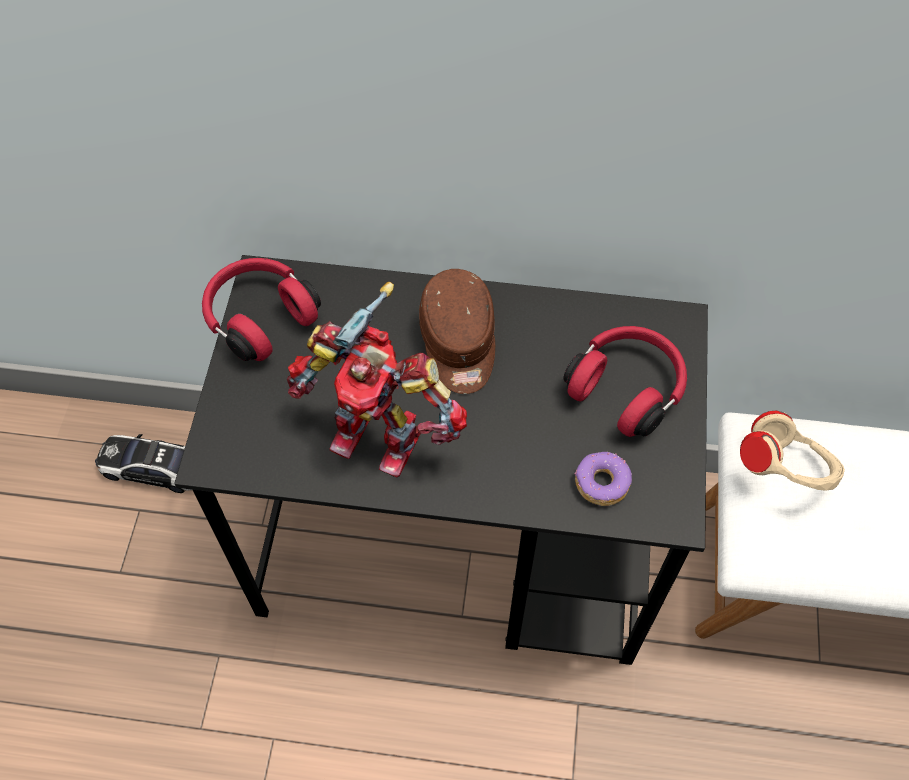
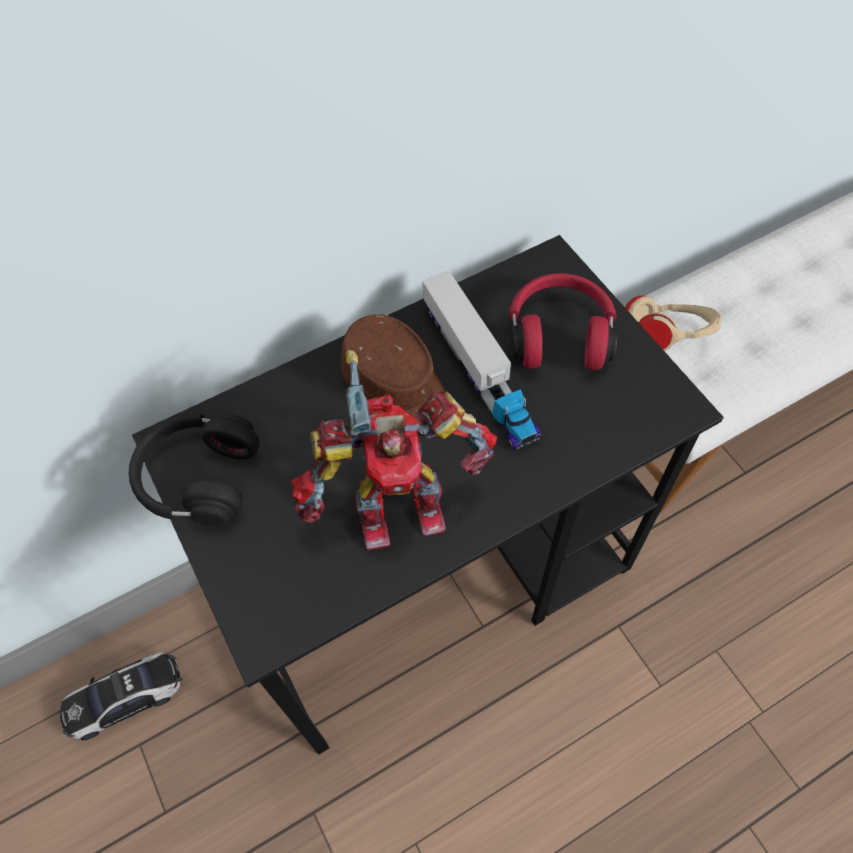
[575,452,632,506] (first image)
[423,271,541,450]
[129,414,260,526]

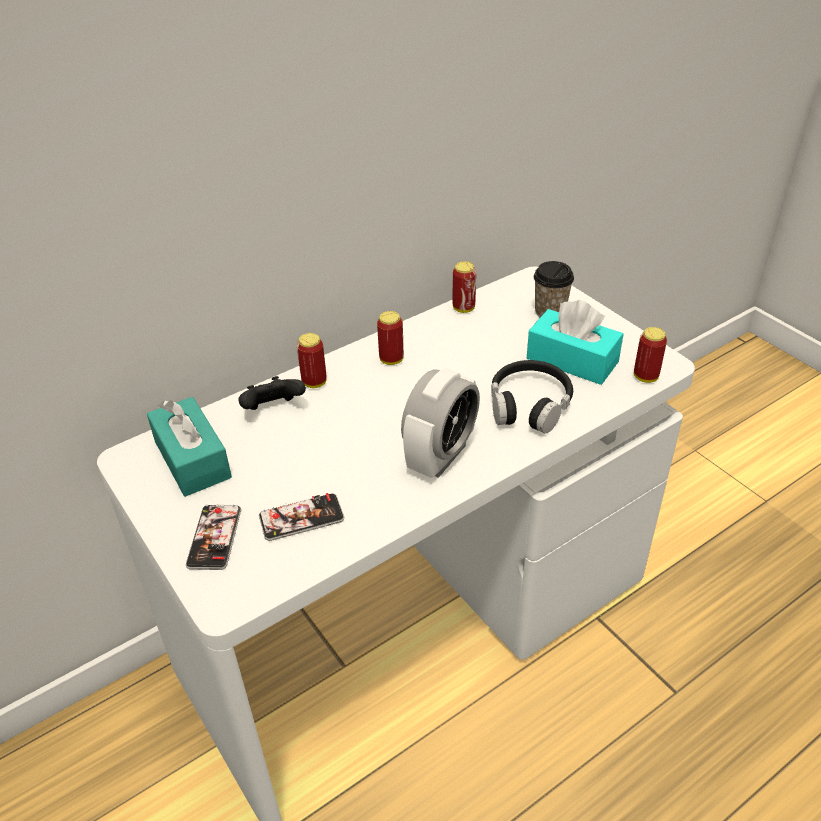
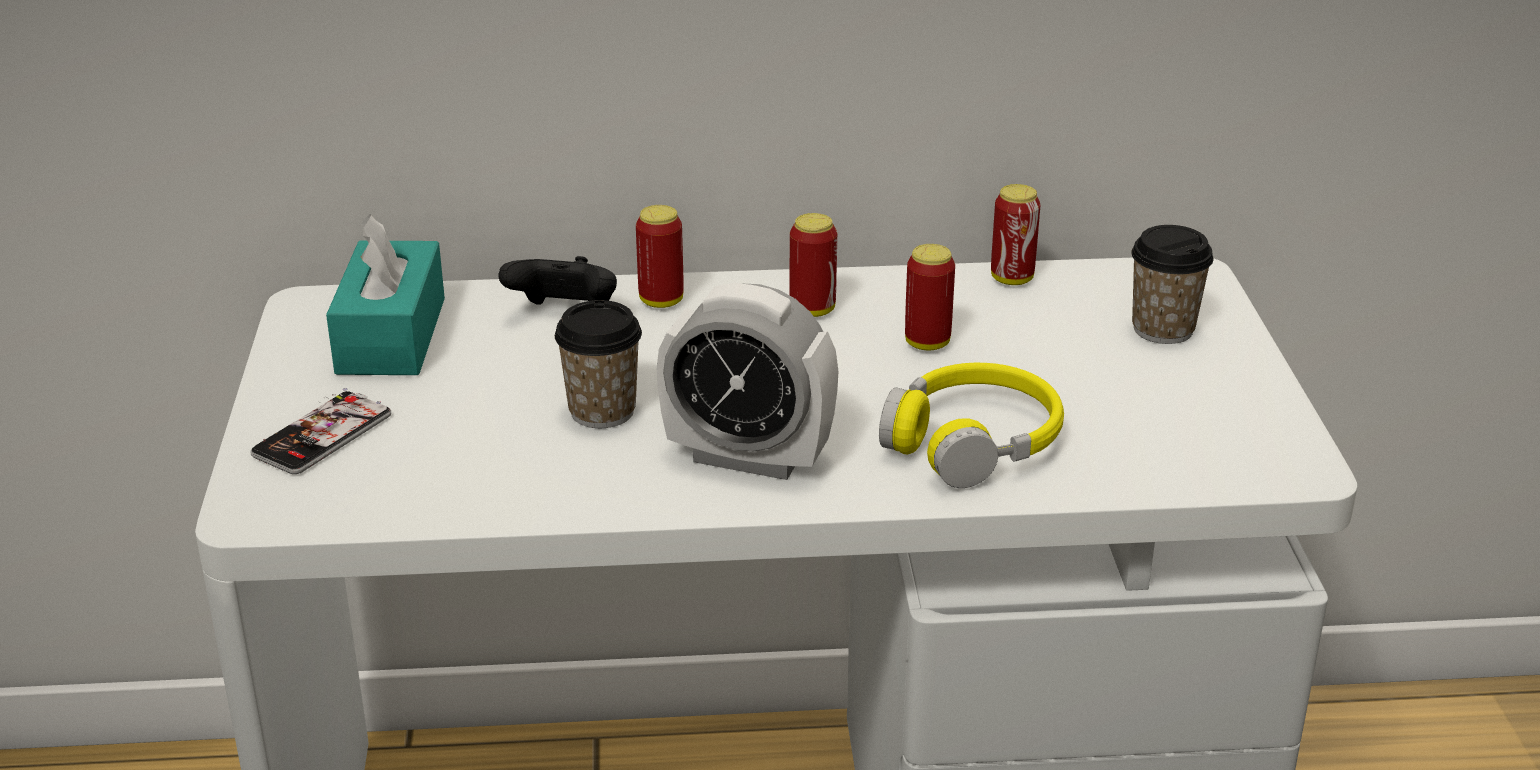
[259,493,344,541] (first image)
[527,300,624,385] (first image)
[555,300,642,428]
[905,244,955,350]
[879,363,1064,488]
[657,283,838,480]

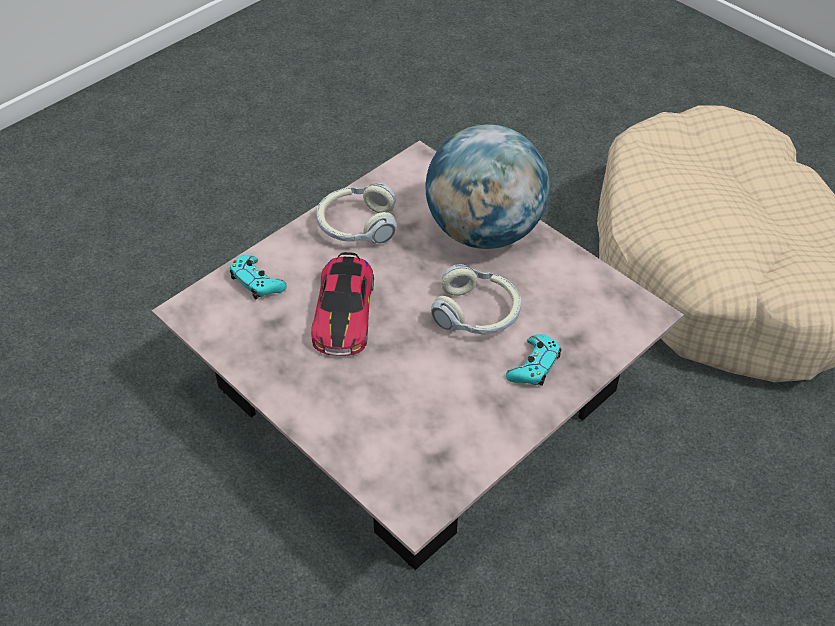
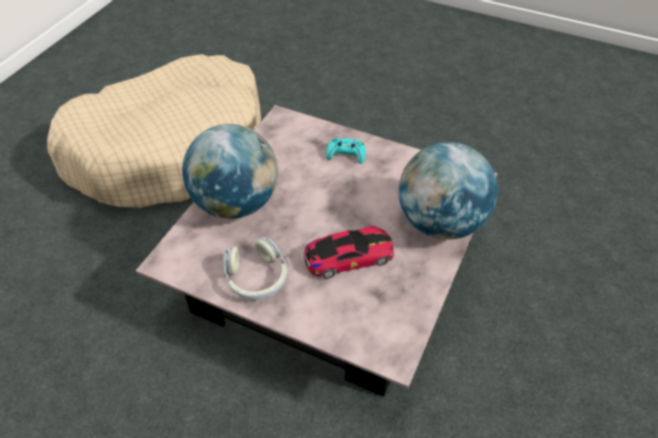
[230,255,287,300] (first image)
[431,264,521,334] (first image)
[398,142,498,240]

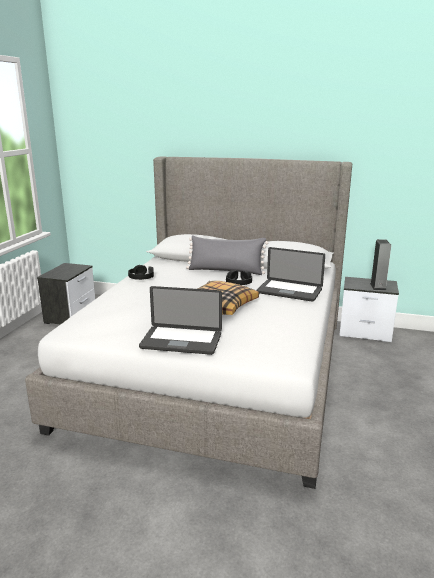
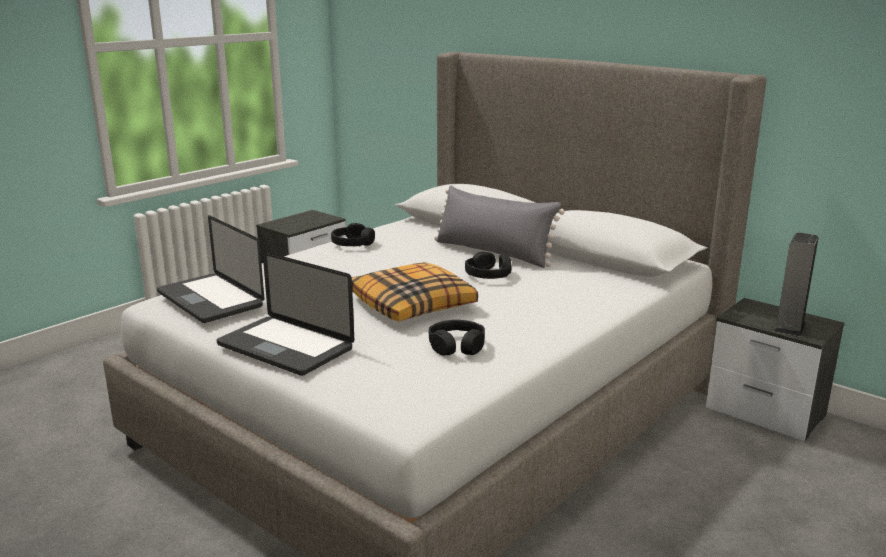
[429,320,485,355]
[157,215,264,323]

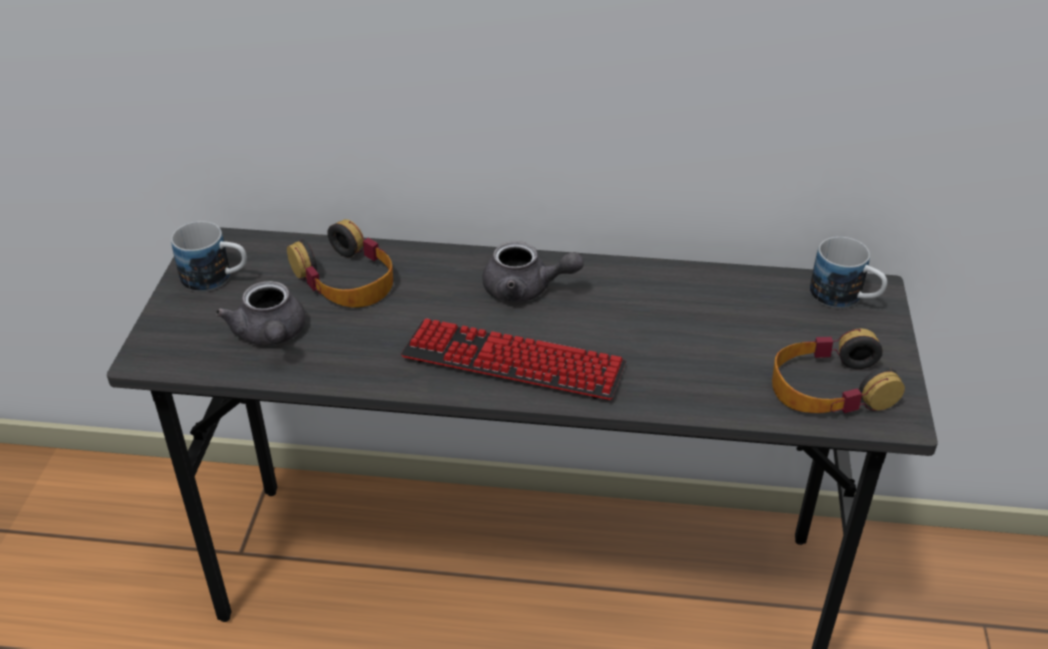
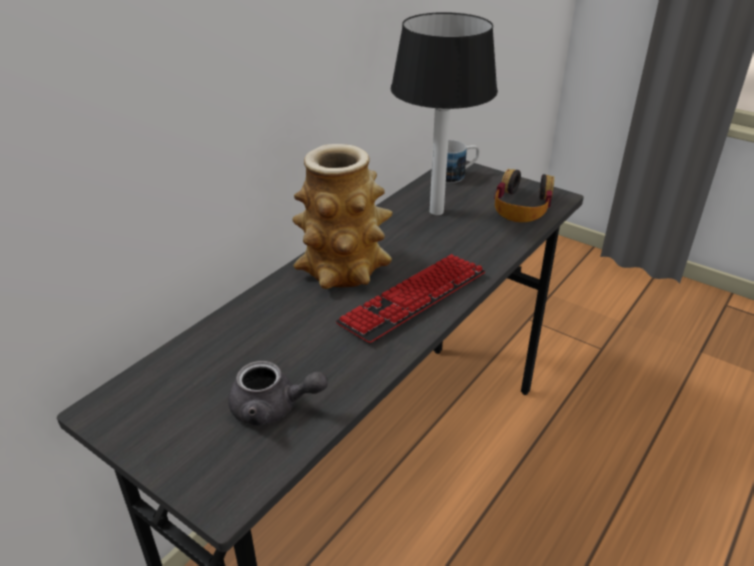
[171,221,247,292] (first image)
[287,219,393,308] (first image)
[391,12,498,215]
[293,144,393,289]

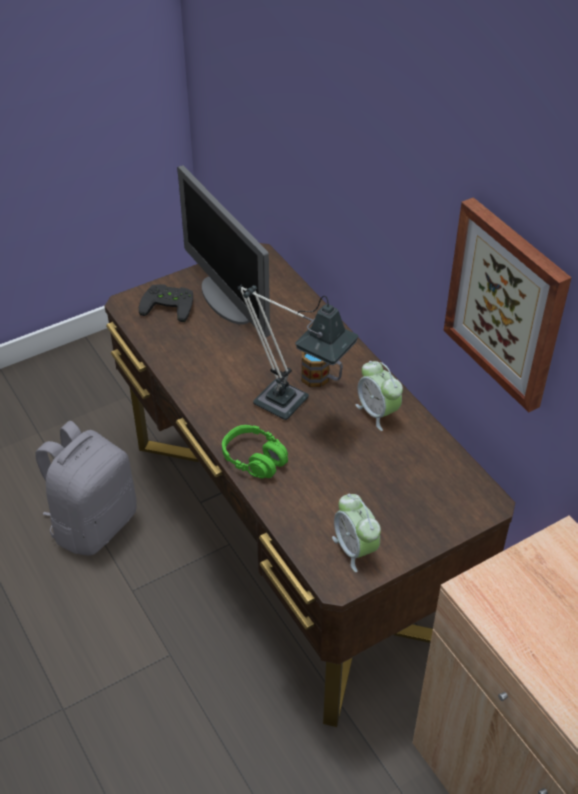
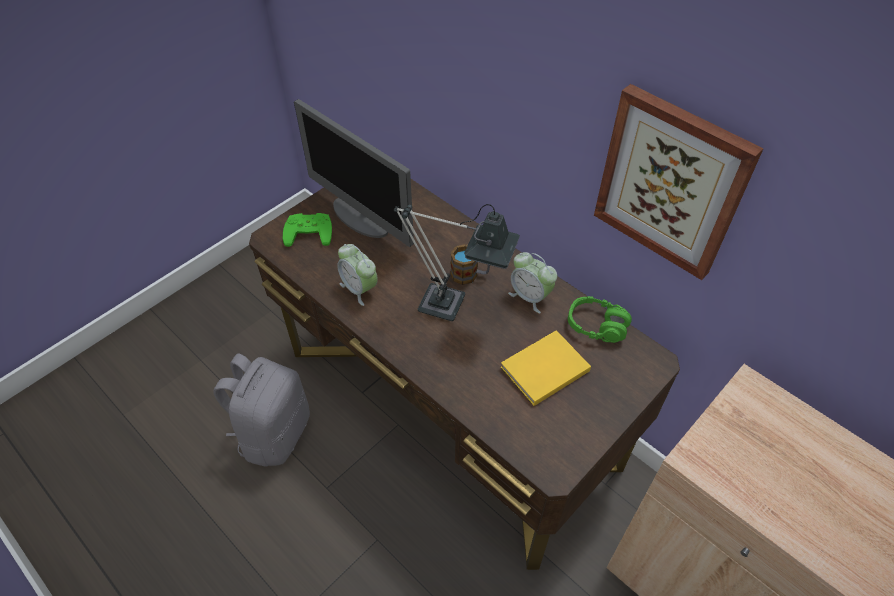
[500,330,591,406]
[568,296,632,343]
[337,244,378,306]
[283,213,332,247]

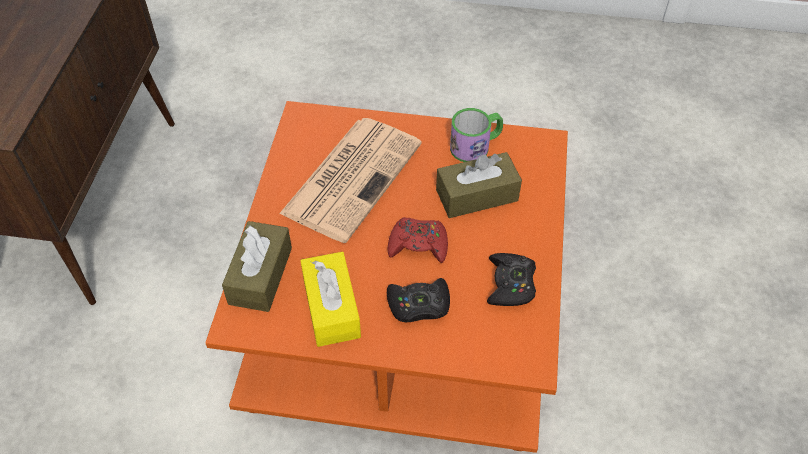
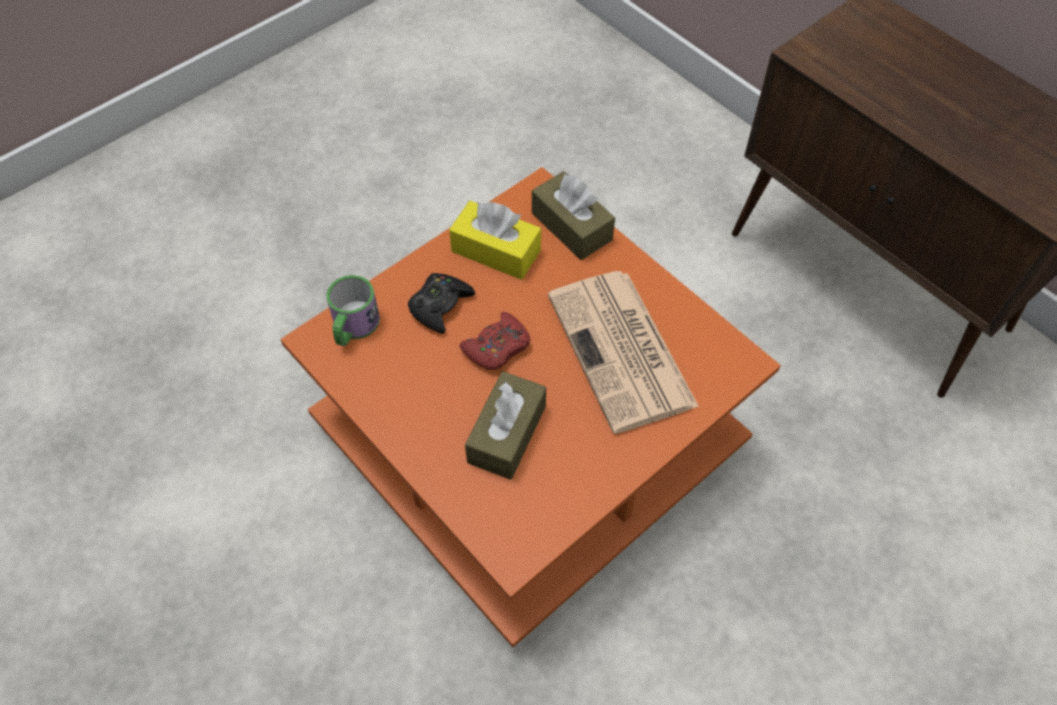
[487,253,536,306] (first image)
[326,275,380,346]

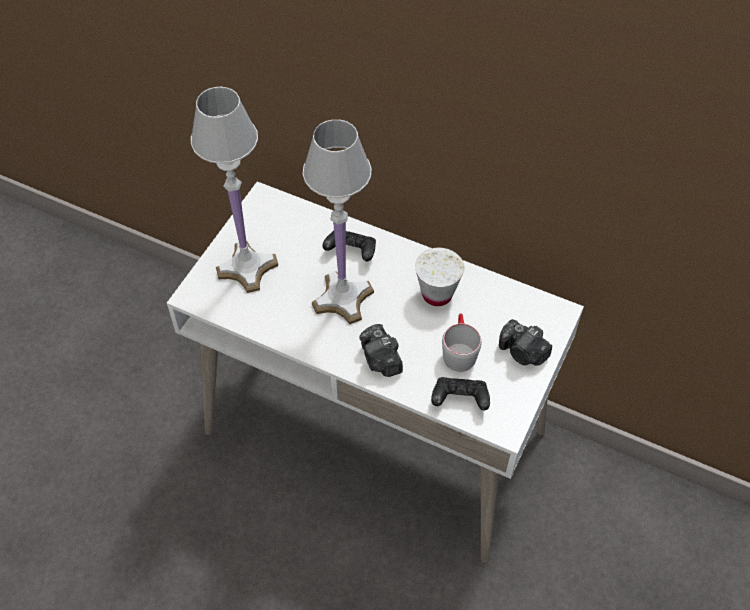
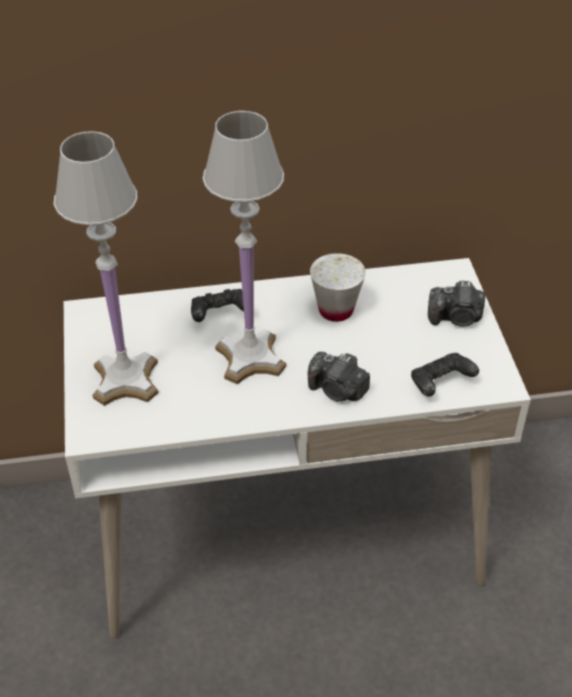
[442,313,482,372] (first image)

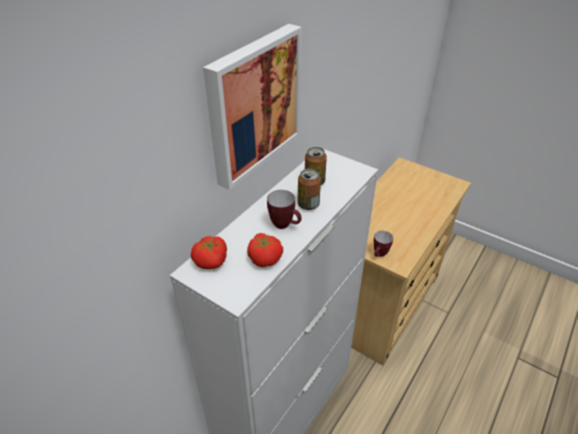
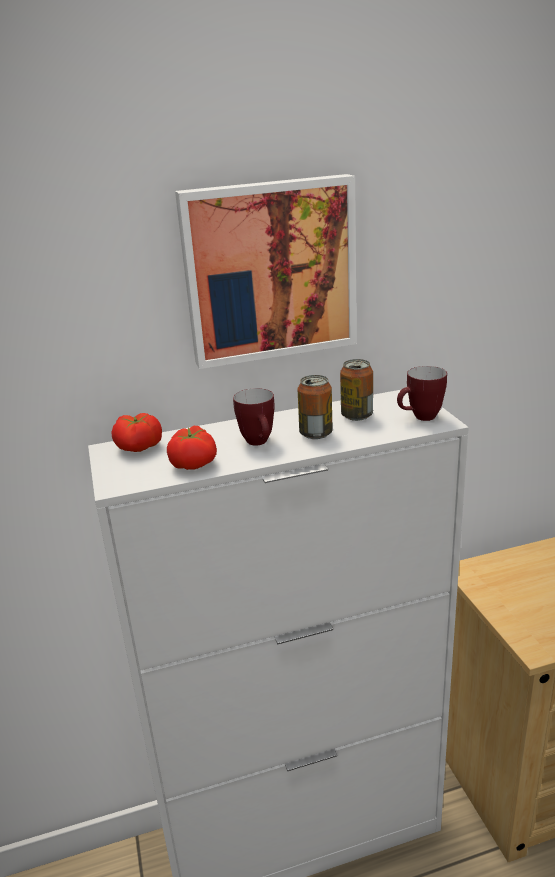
[397,366,447,421]

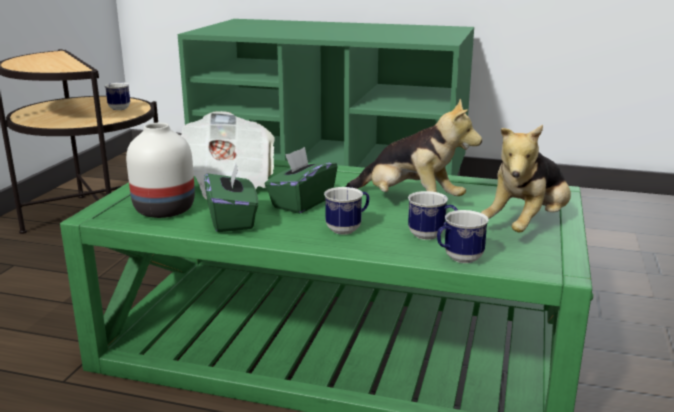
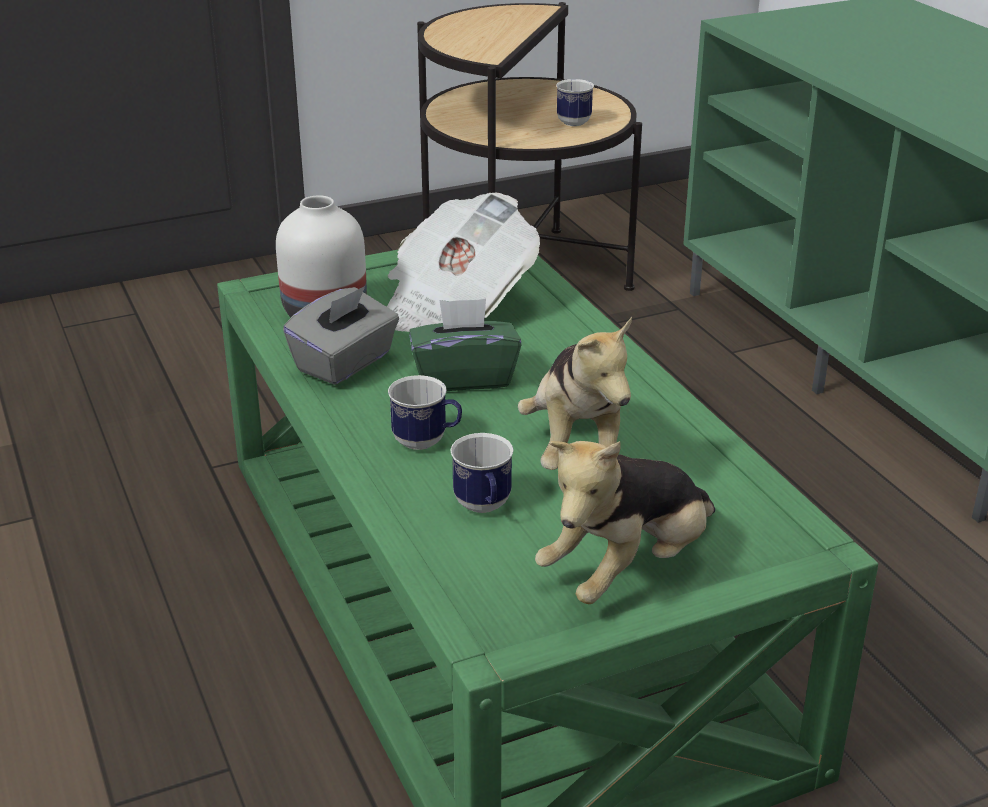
[437,210,489,263] (first image)
[283,286,399,385]
[535,441,715,604]

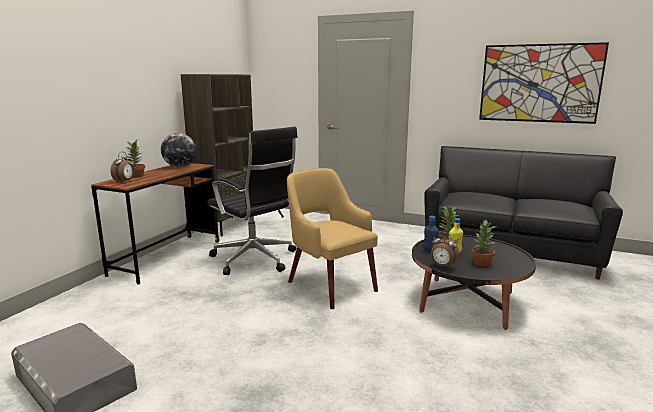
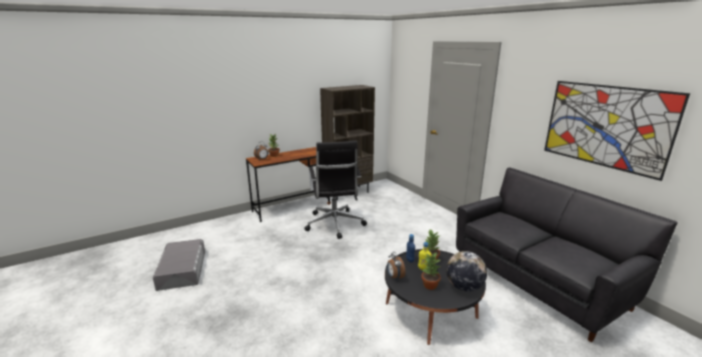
[287,168,378,309] (first image)
[446,251,487,292]

